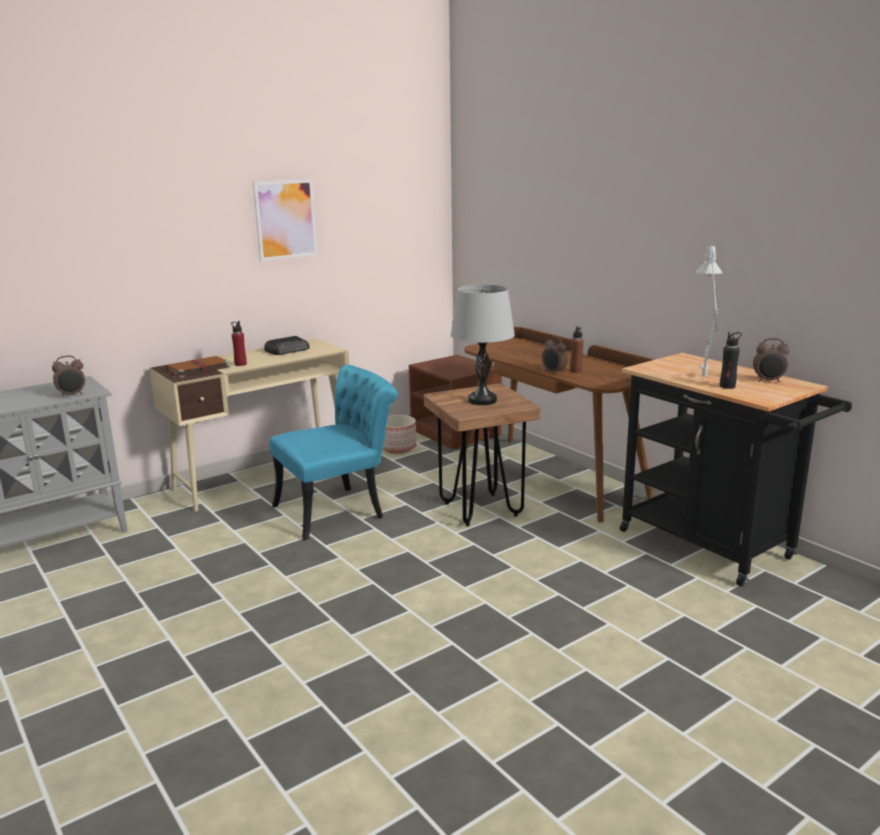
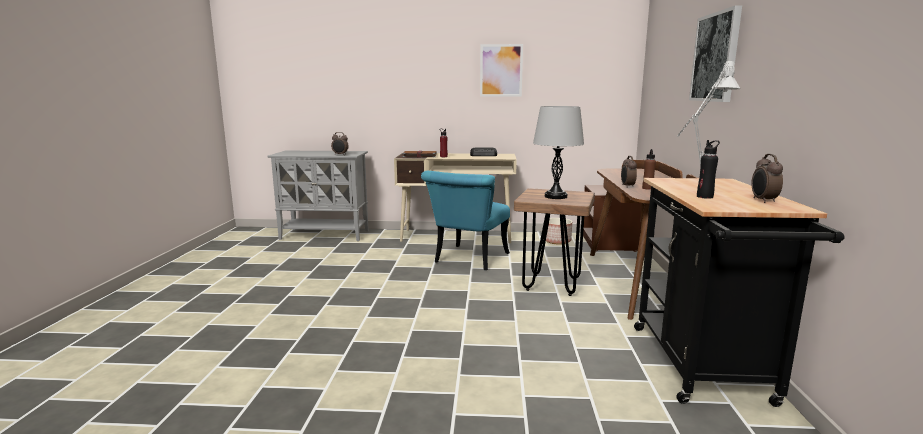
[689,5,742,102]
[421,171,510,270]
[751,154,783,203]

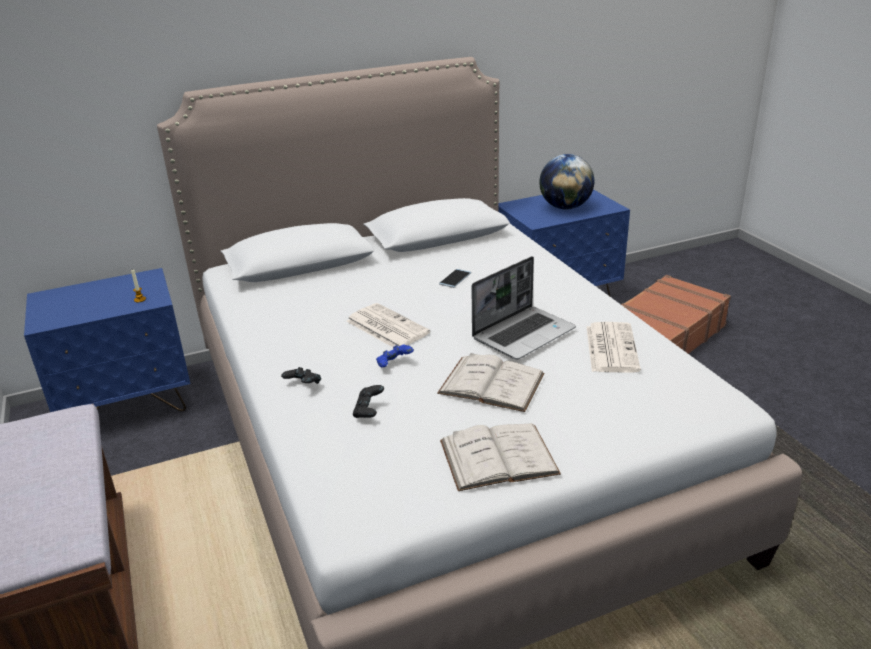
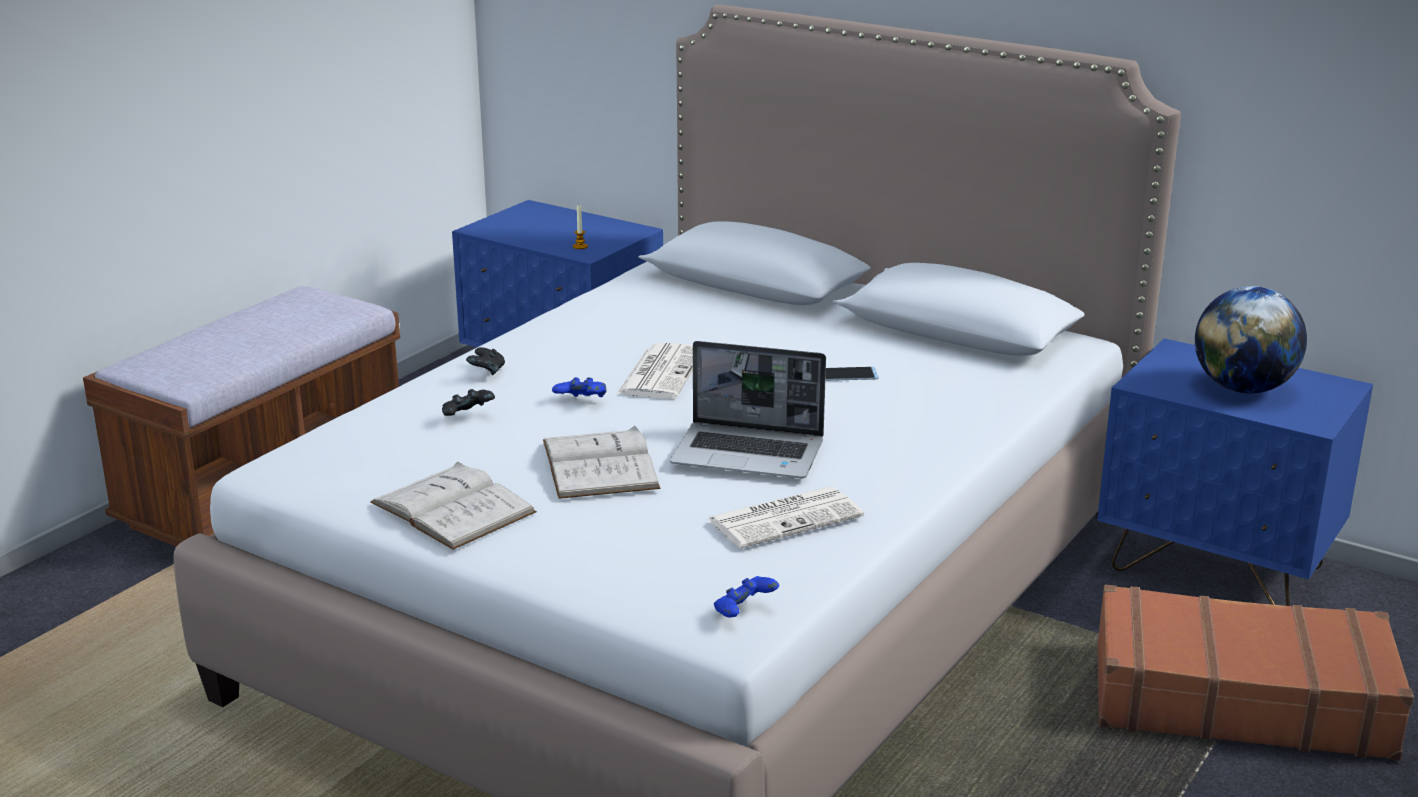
[714,576,779,618]

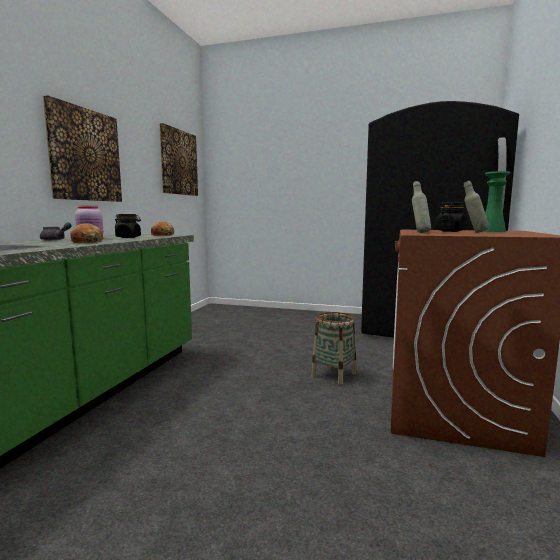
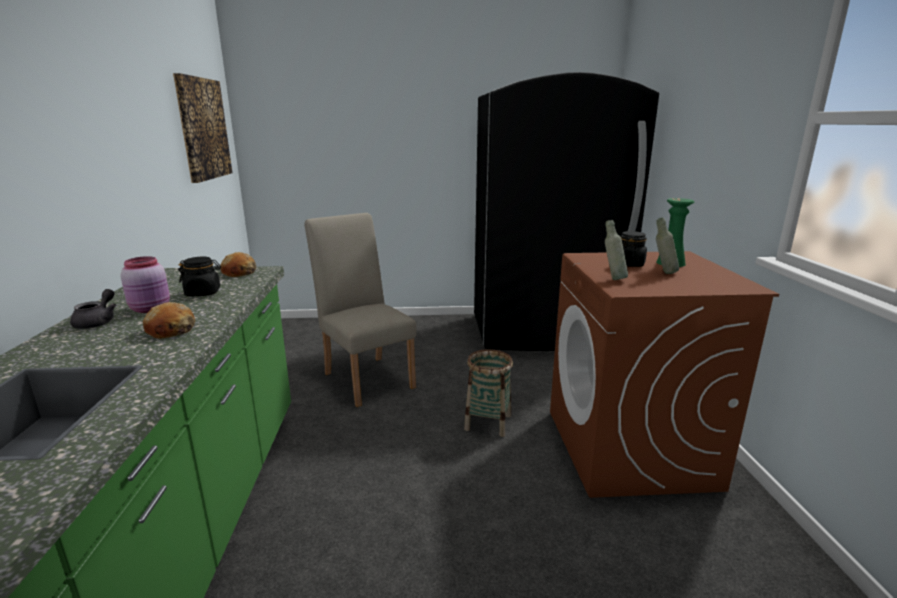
[43,95,122,202] (first image)
[304,213,417,407]

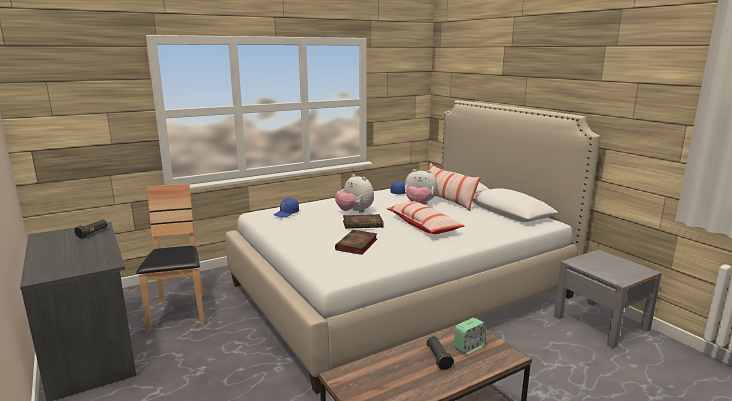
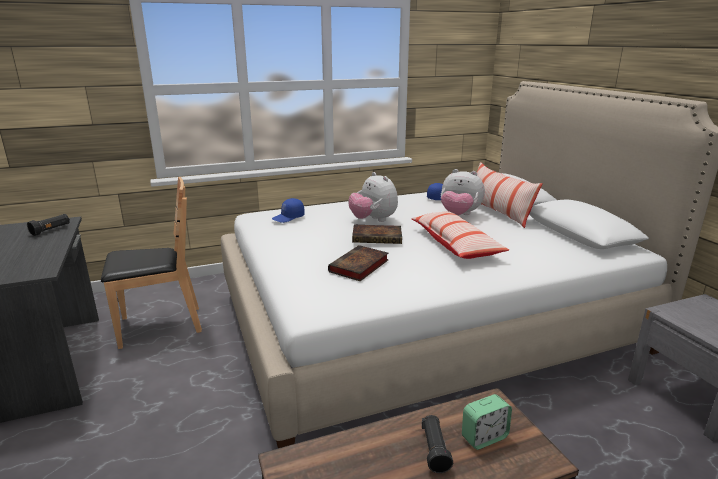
[101,177,202,349]

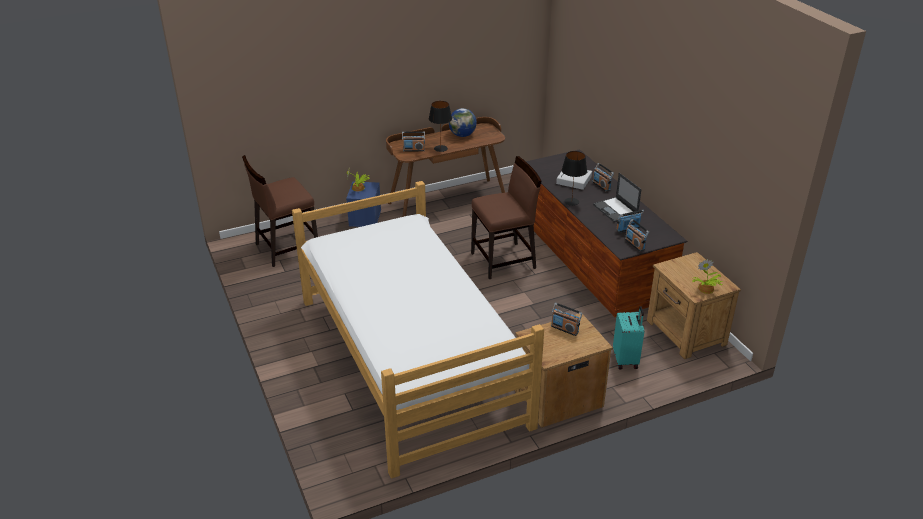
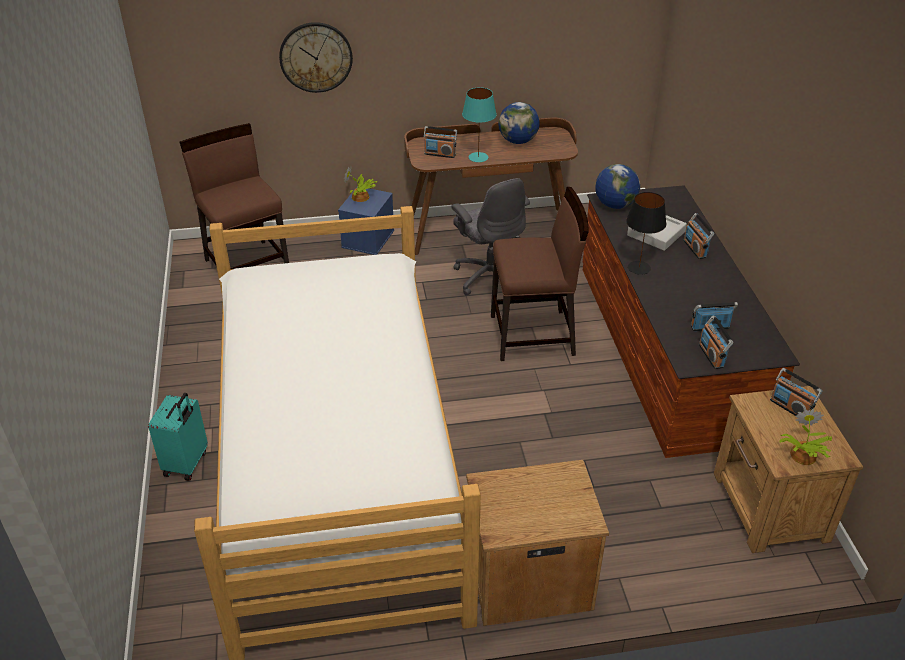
[593,173,642,222] (first image)
[279,22,353,93]
[451,178,530,296]
[595,164,640,209]
[770,368,822,416]
[148,393,208,481]
[462,87,497,162]
[180,123,289,270]

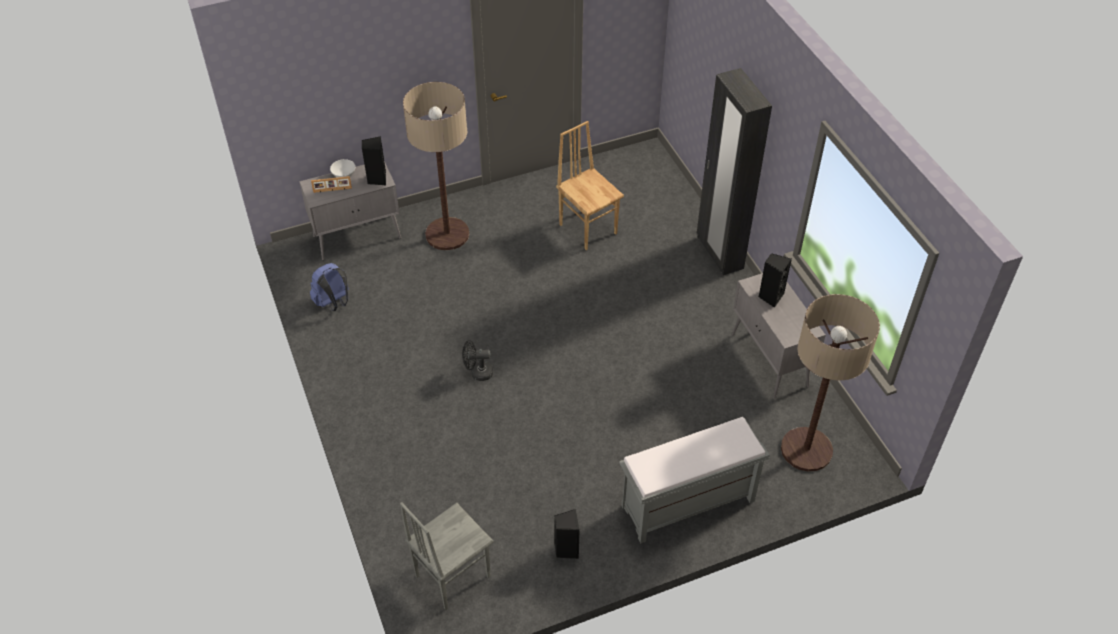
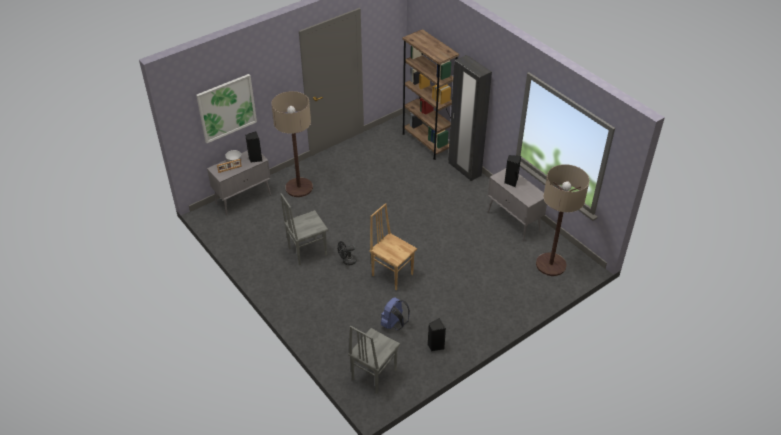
[619,417,770,543] (first image)
[196,74,257,143]
[280,193,328,265]
[402,29,459,160]
[381,297,410,330]
[369,203,417,290]

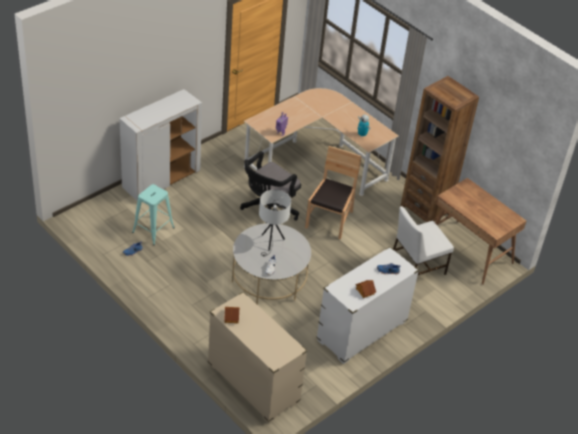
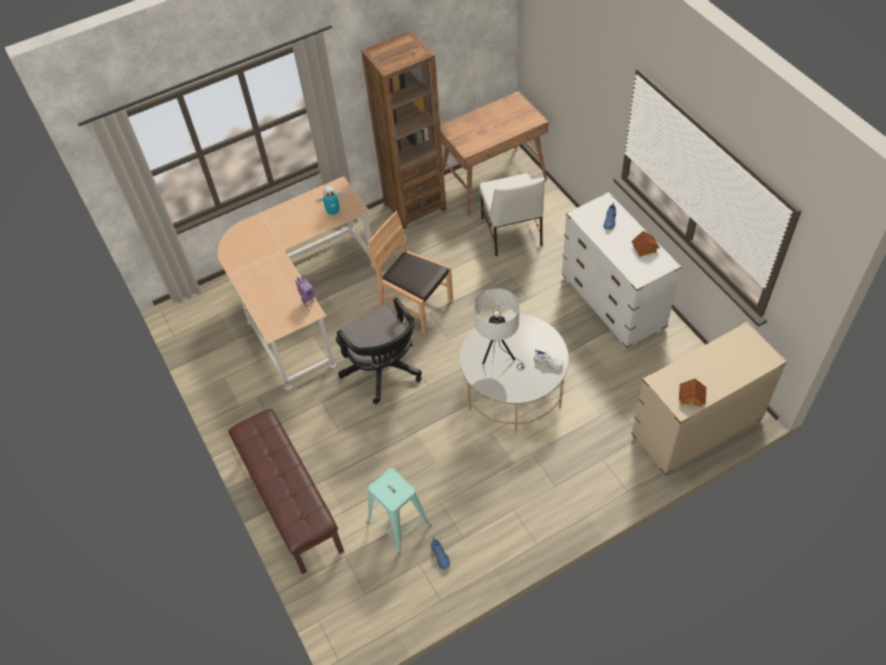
[228,409,344,574]

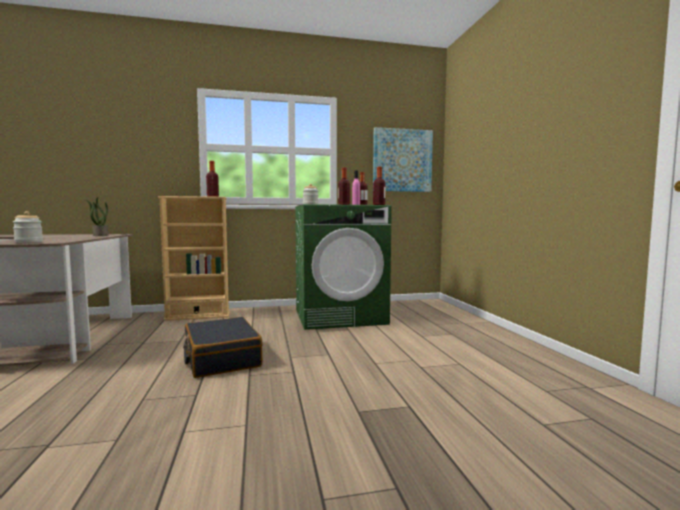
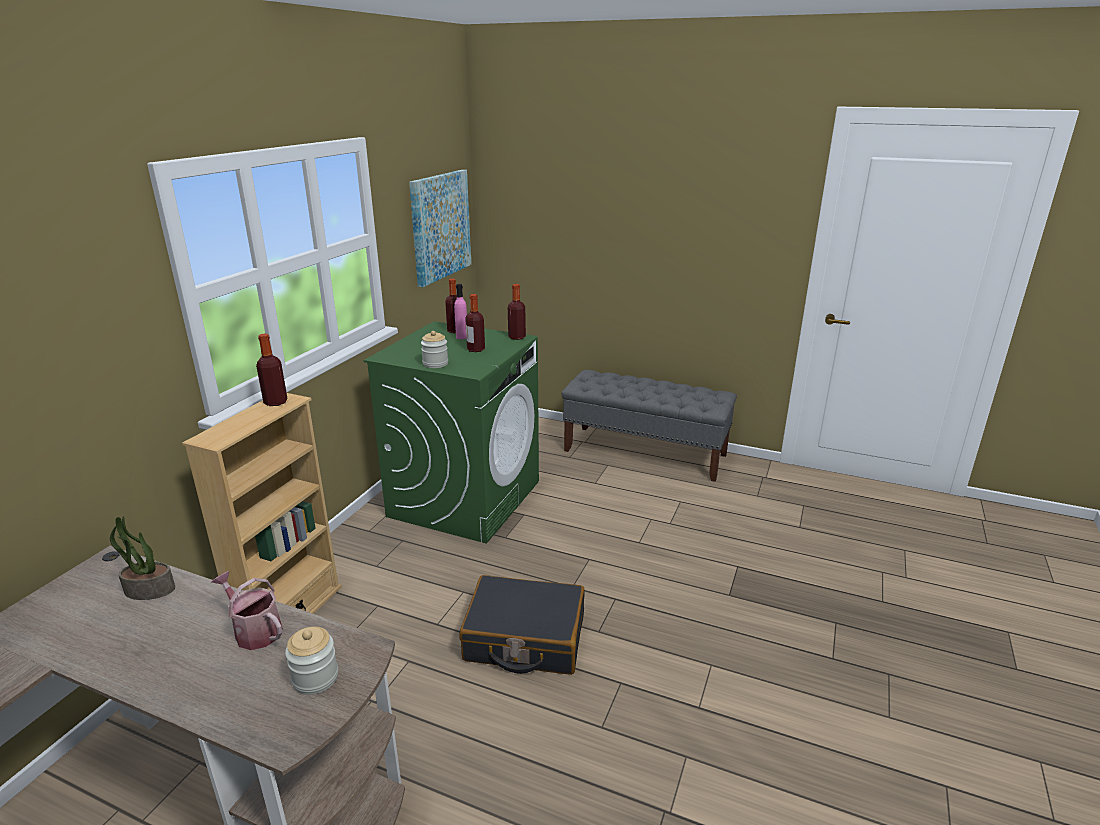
[211,571,283,650]
[561,370,737,482]

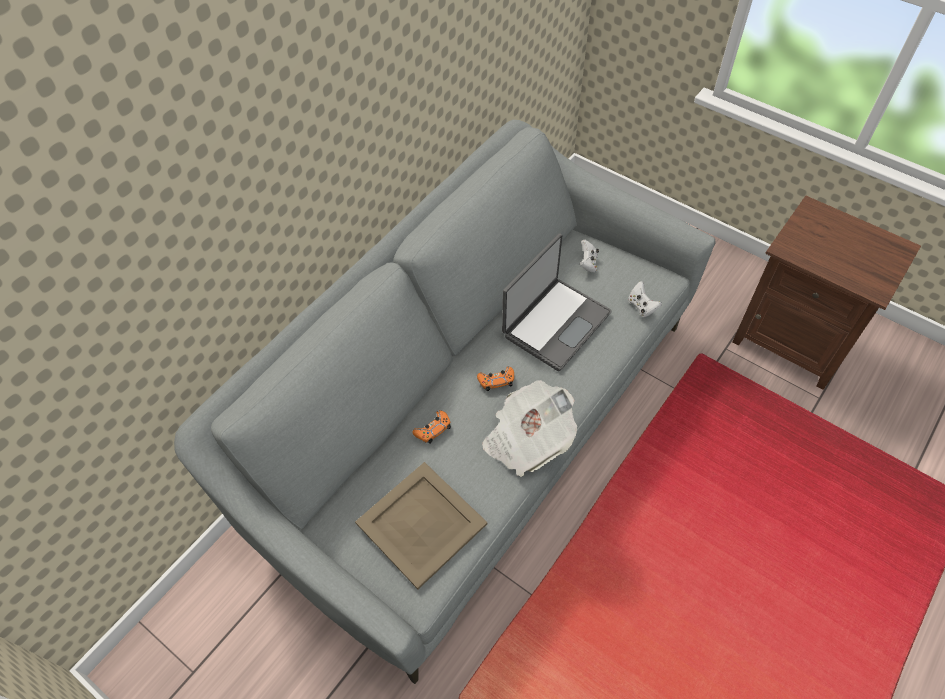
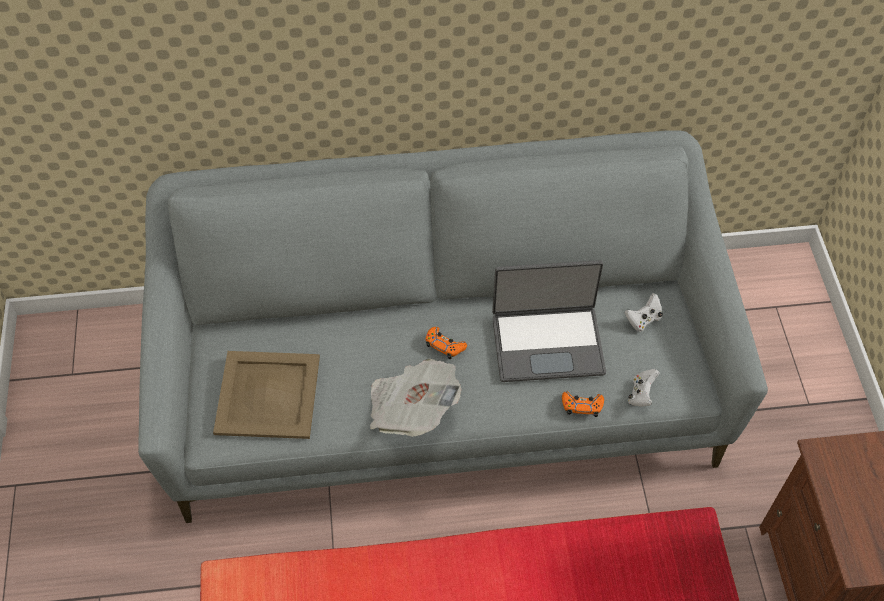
[562,391,604,417]

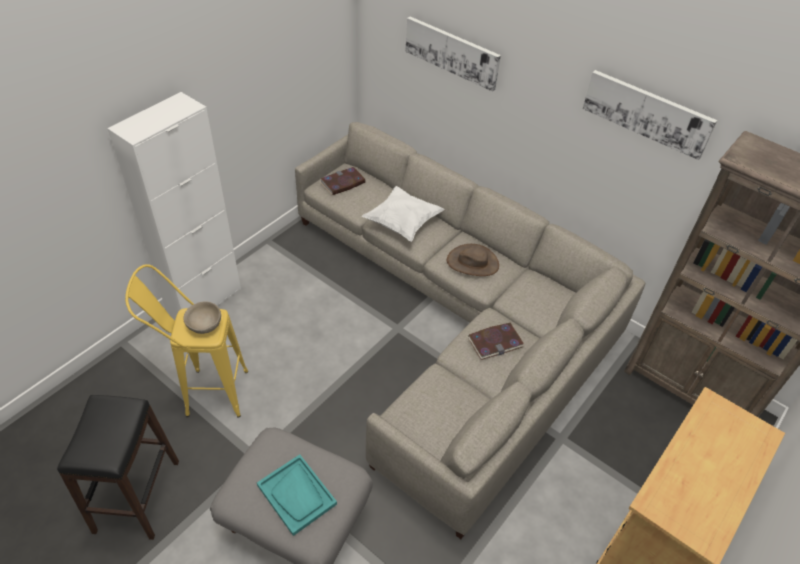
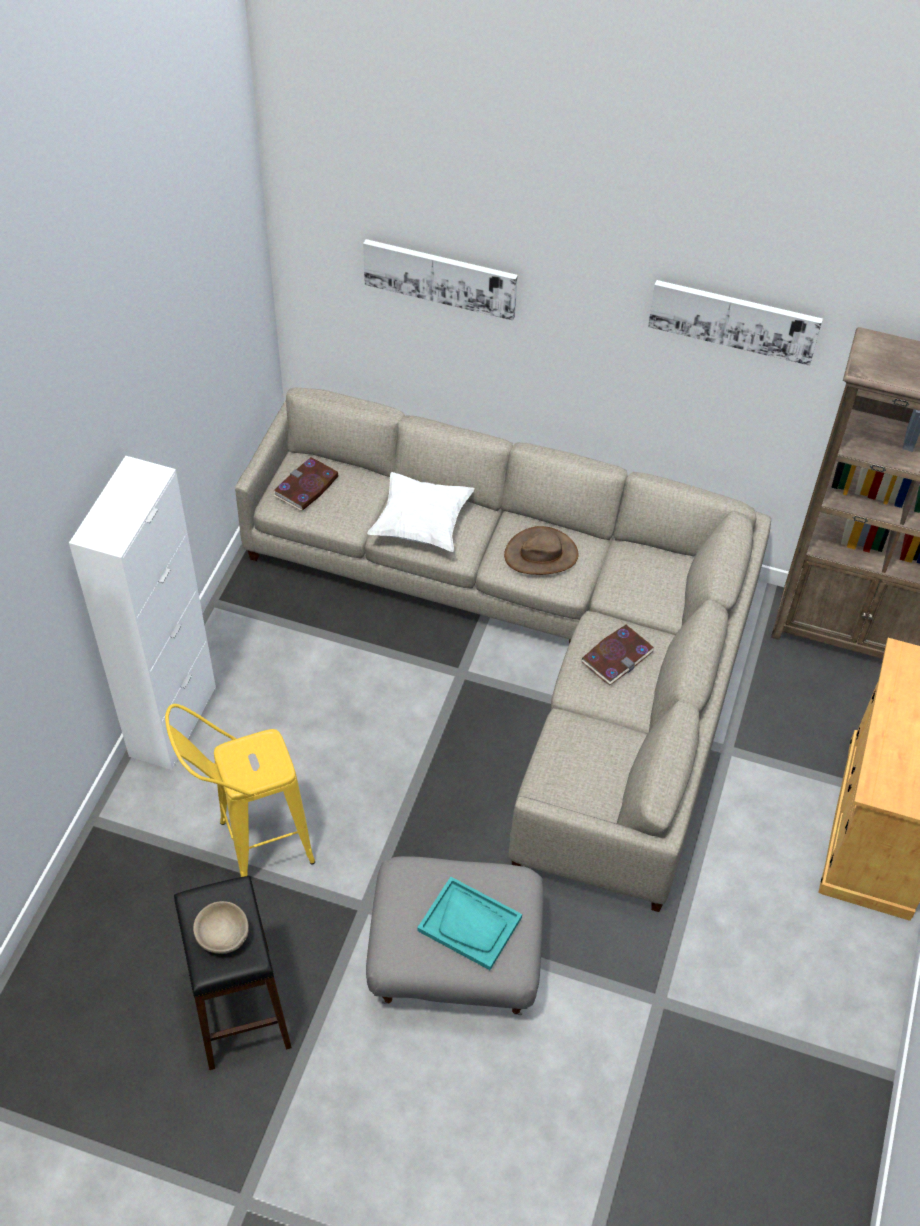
[193,901,249,954]

